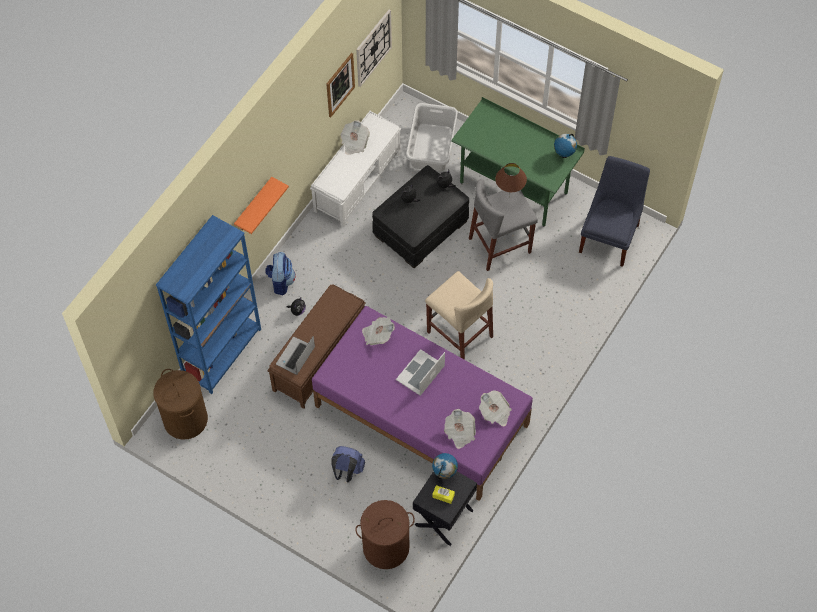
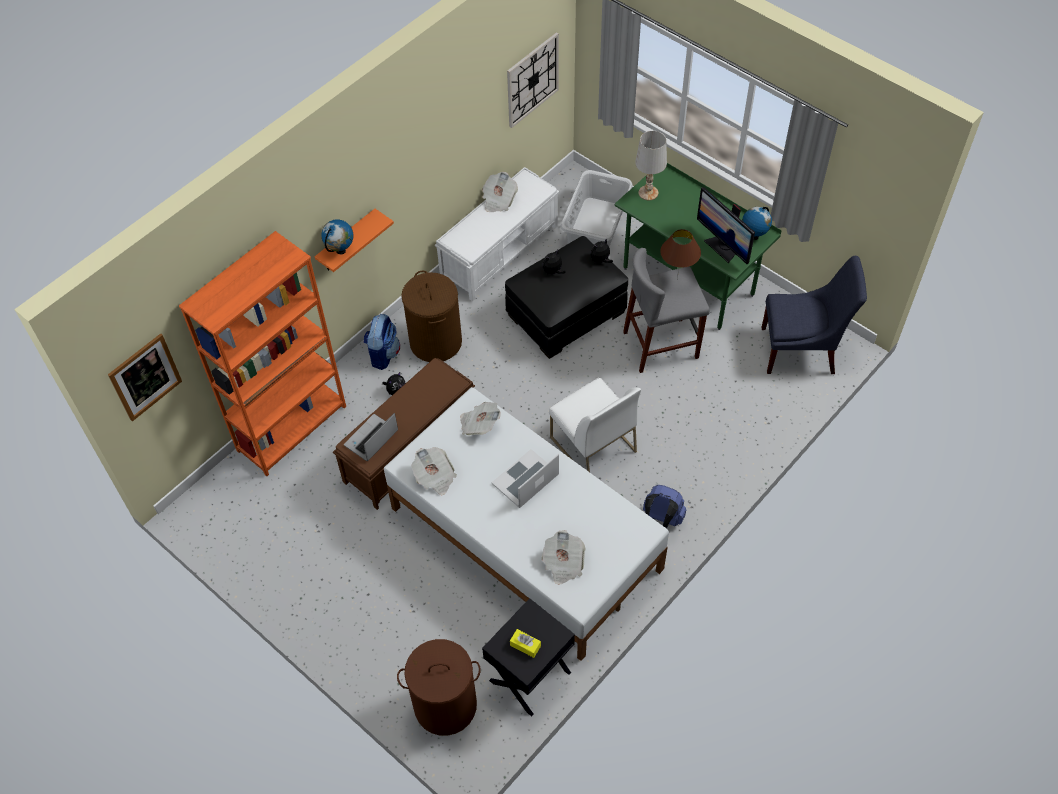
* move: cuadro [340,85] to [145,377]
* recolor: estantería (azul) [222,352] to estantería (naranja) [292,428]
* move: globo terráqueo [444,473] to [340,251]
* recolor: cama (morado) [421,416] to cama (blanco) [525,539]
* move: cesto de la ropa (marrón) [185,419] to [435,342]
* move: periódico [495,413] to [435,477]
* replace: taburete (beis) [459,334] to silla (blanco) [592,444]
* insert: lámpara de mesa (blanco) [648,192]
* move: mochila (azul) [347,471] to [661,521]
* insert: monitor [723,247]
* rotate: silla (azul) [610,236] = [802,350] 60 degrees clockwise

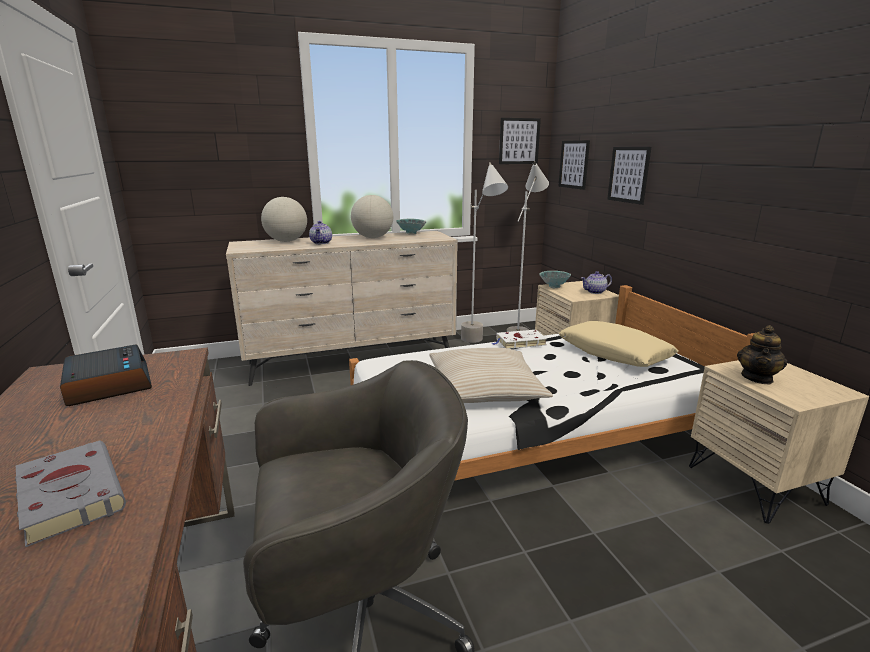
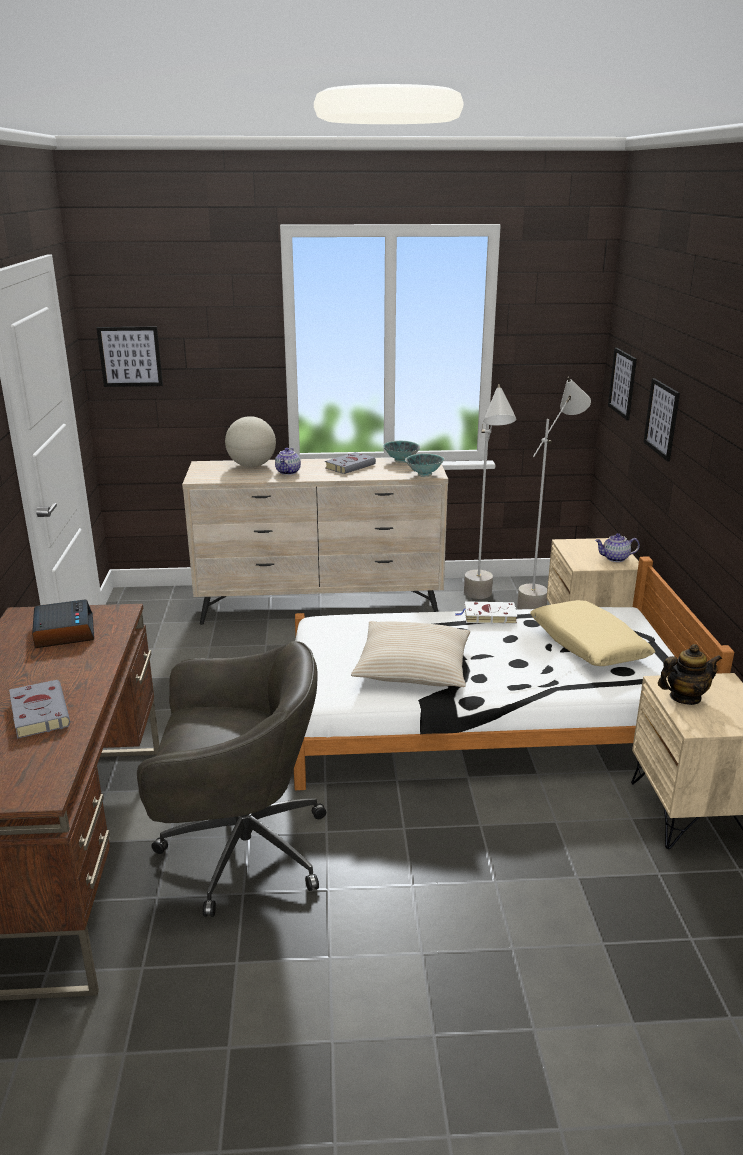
* move: cuadro [519,141] to [130,356]
* replace: globo terráqueo [373,237] to libro (gris) [351,466]
* move: cuenco [554,287] to [424,475]
* rotate: tetera [757,378] = [685,697] 150 degrees counterclockwise

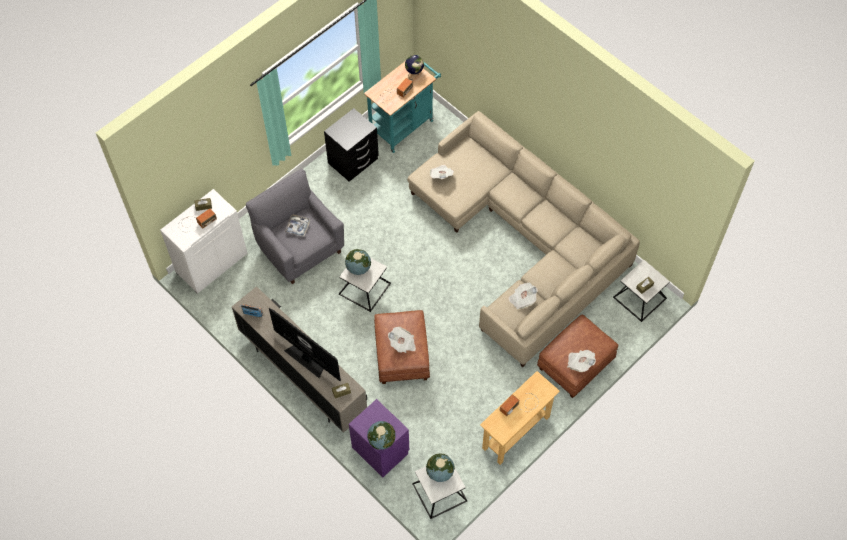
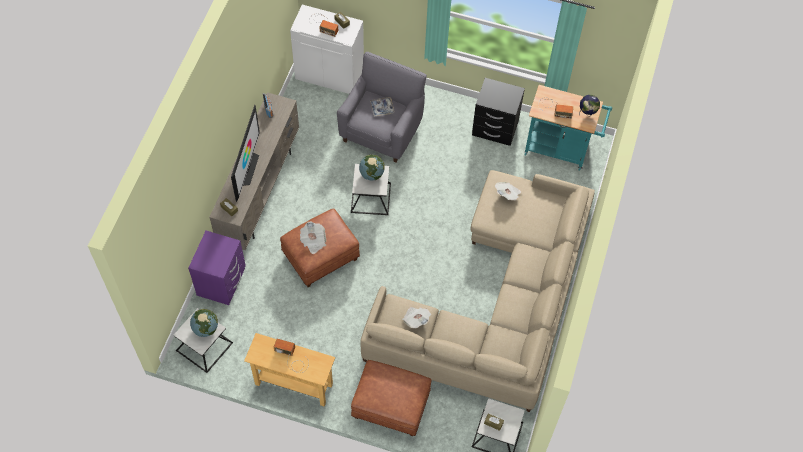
* delete: globo terráqueo [381,440]
* delete: periódico [580,363]

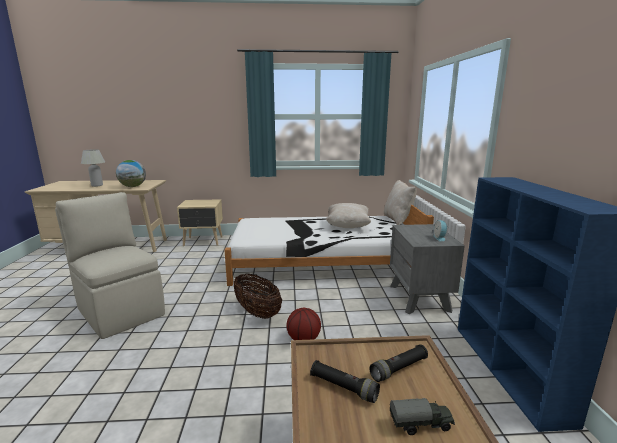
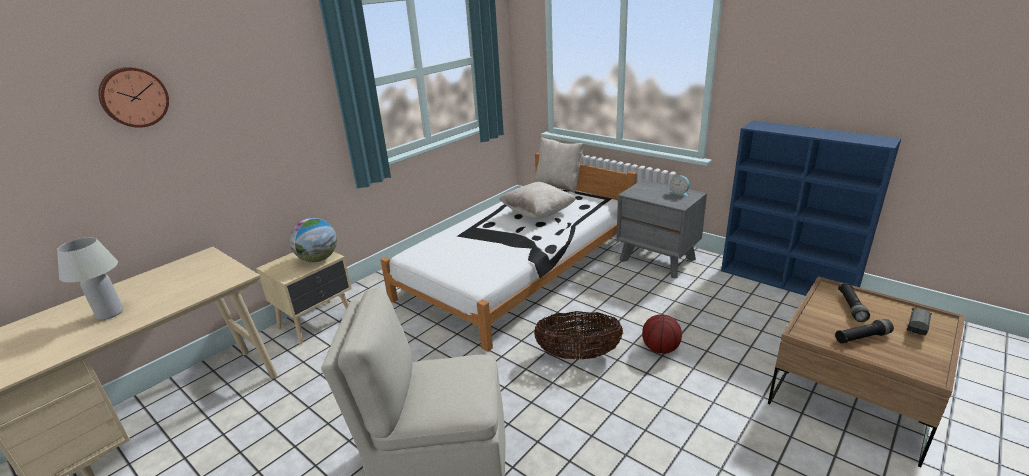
* insert: reloj de pared [133,97]
* move: globo terráqueo [133,186] to [318,259]

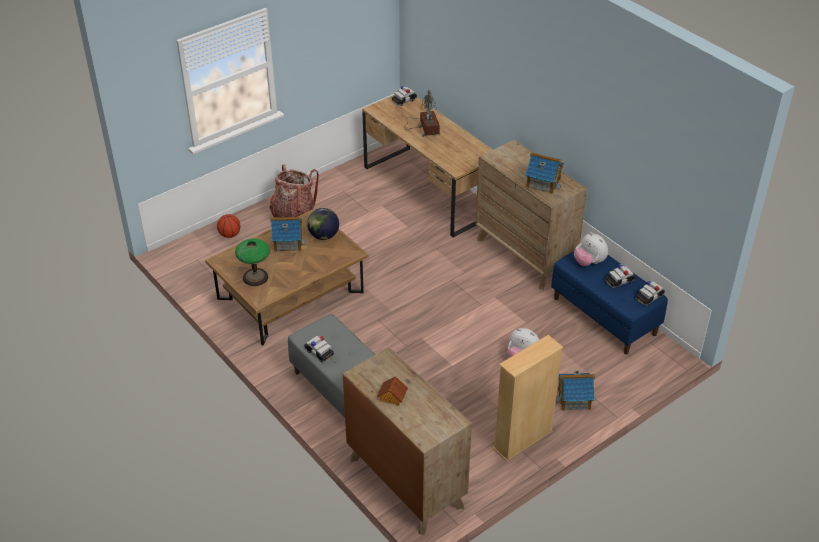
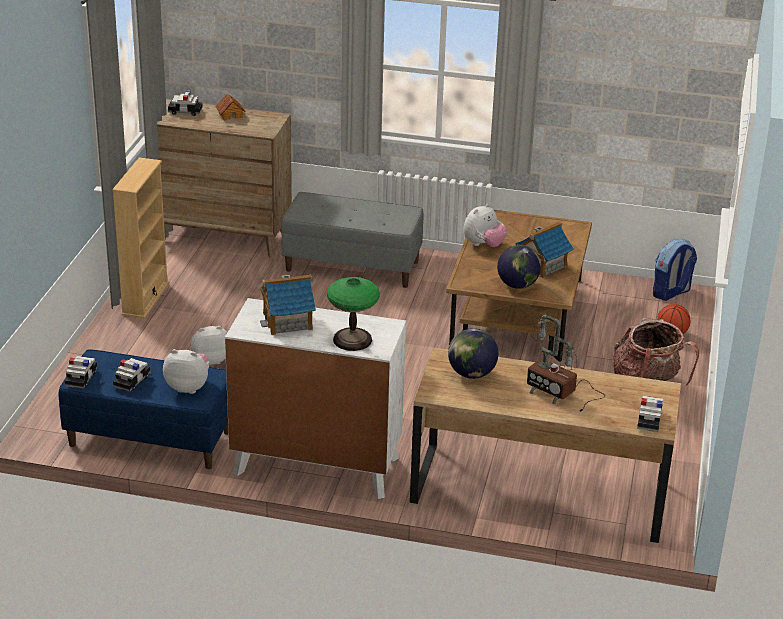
* move: coche de juguete [319,353] to [185,111]
* recolor: cómoda (marrón) [524,255] to cómoda (blanco) [316,465]
* move: lámpara de mesa [255,277] to [352,340]
* insert: globo terráqueo [471,374]
* insert: peluche [483,245]
* insert: mochila [671,293]
* delete: casita [574,399]

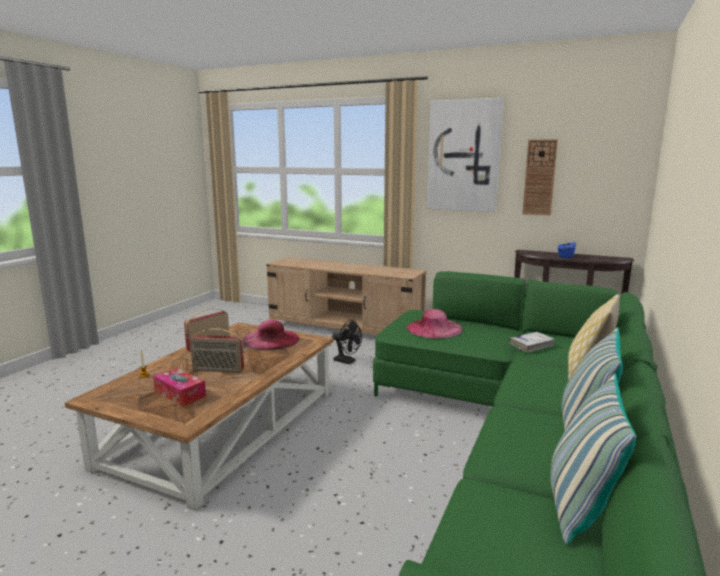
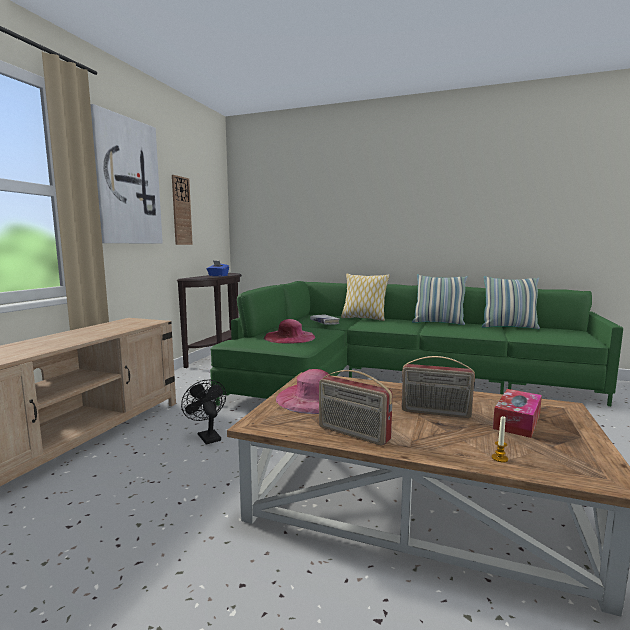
* rotate: ventilador (negro) [347,361] = [207,436] 60 degrees counterclockwise
* rotate: radio [218,370] = [435,412] 105 degrees clockwise

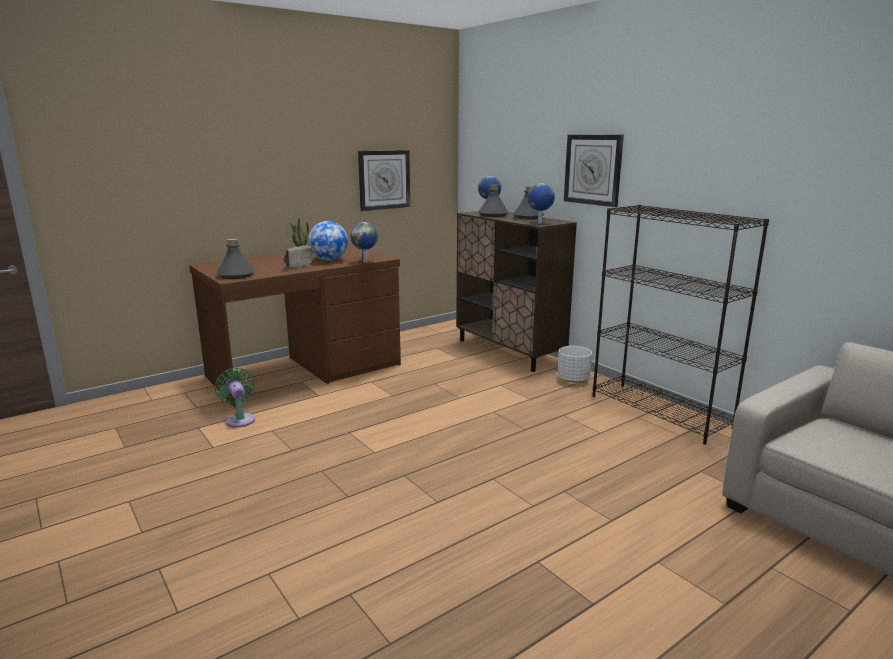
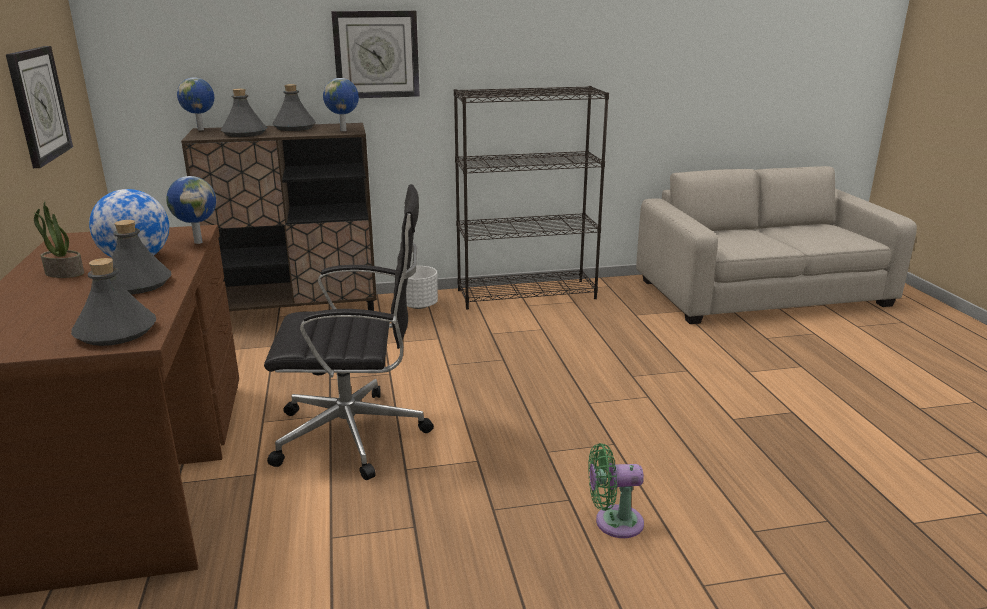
* replace: radio [295,266] to botella (gris) [136,284]
* insert: silla de oficina (negro) [355,435]
* move: ventilador (verde) [240,419] to [613,522]

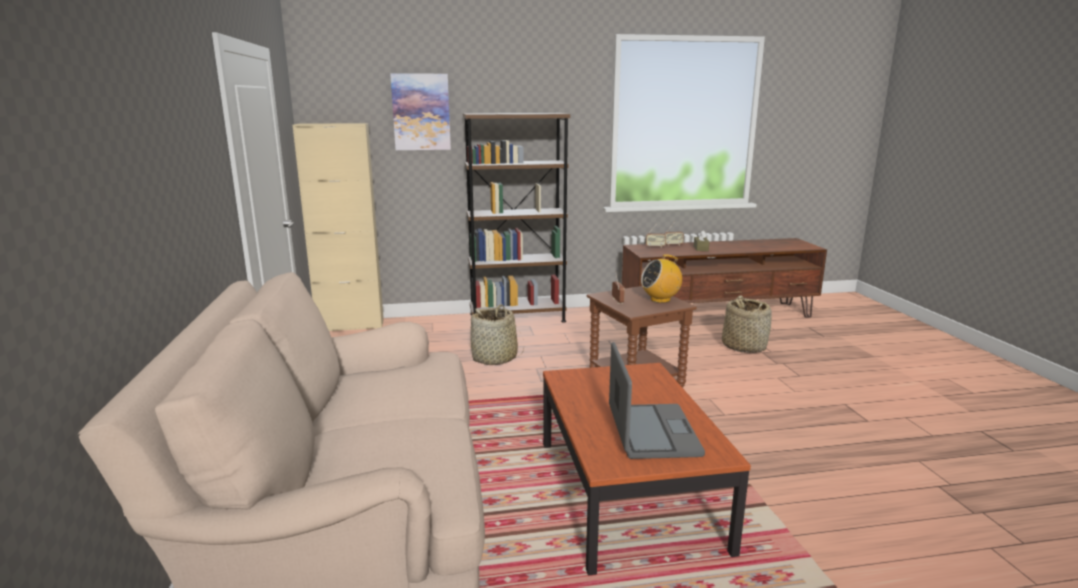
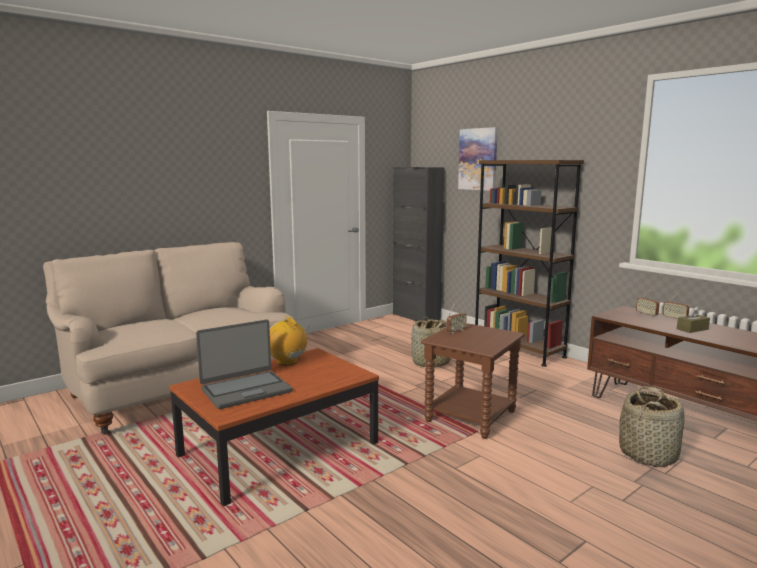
* move: radio [660,299] to [287,362]
* recolor: armario (beis) [350,325] to armario (negro) [416,317]

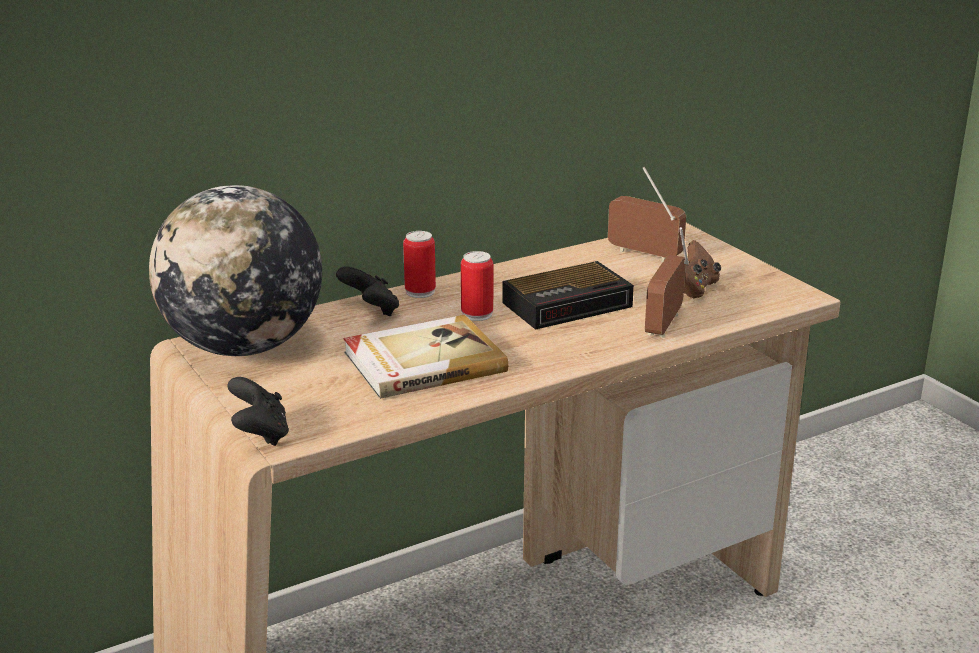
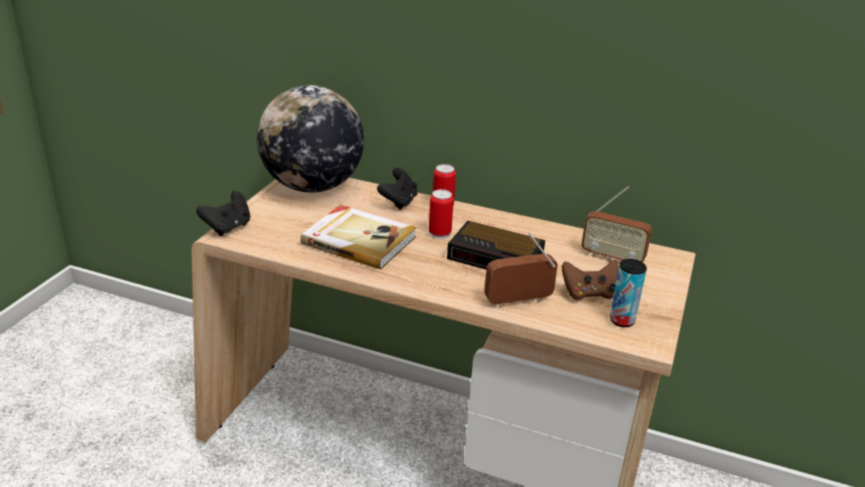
* rotate: radio [644,255] = [612,257] 120 degrees clockwise
* insert: lata [622,320]

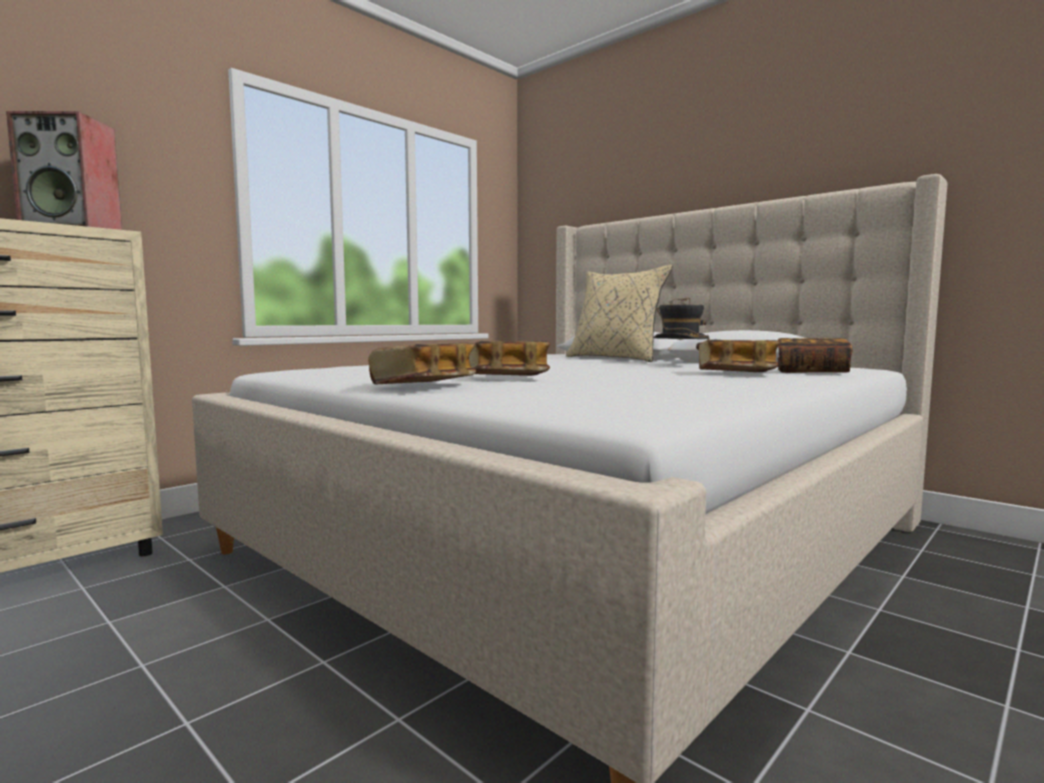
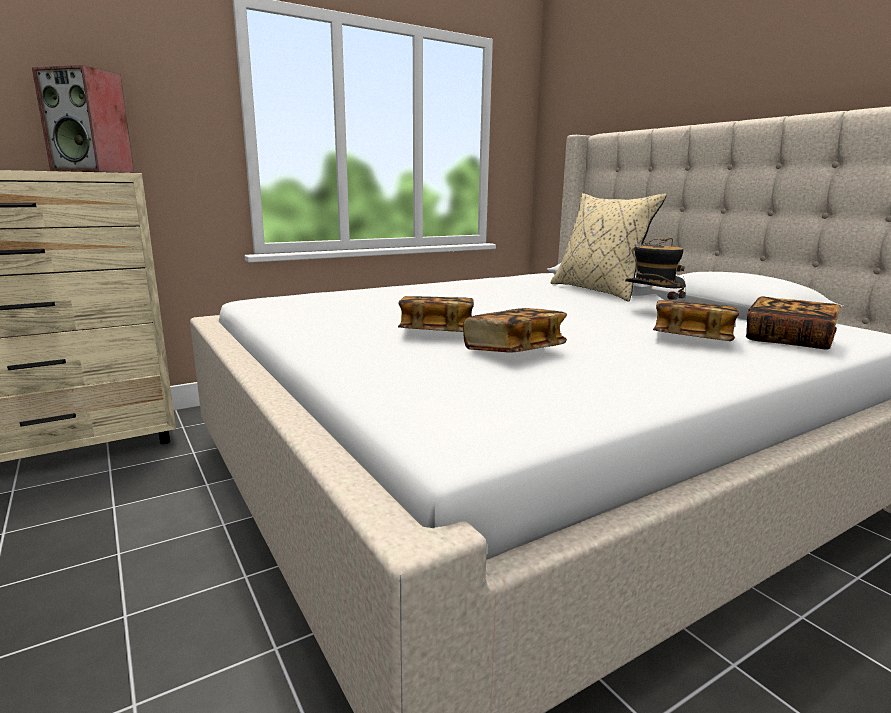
* move: libro [424,385] to [514,351]

